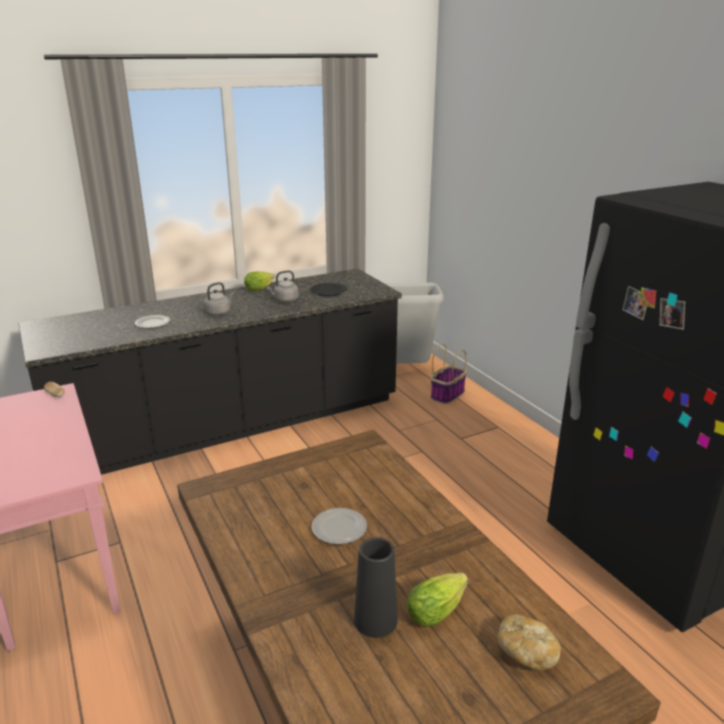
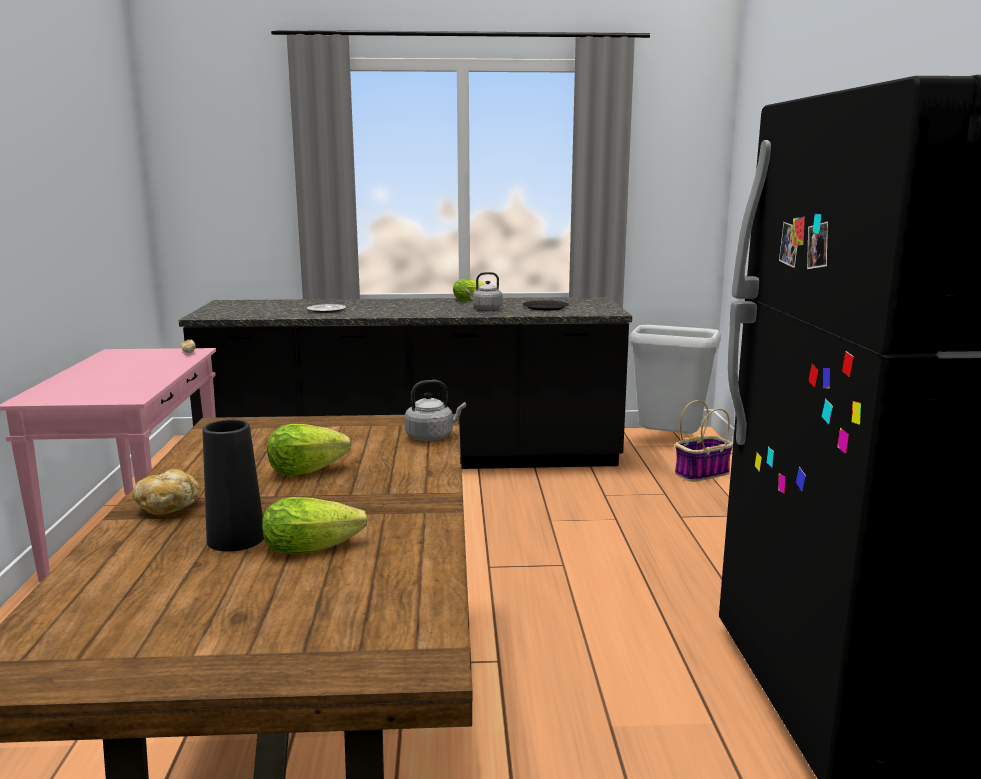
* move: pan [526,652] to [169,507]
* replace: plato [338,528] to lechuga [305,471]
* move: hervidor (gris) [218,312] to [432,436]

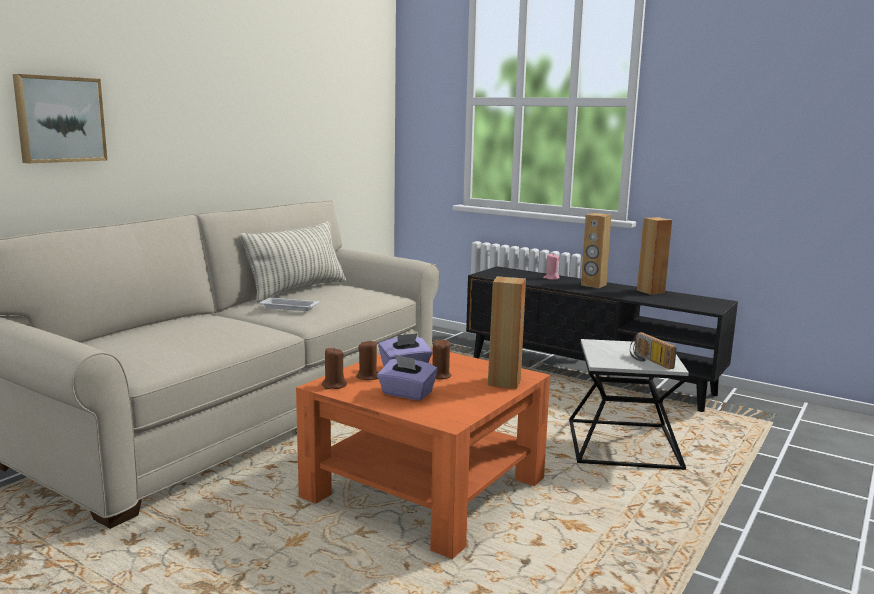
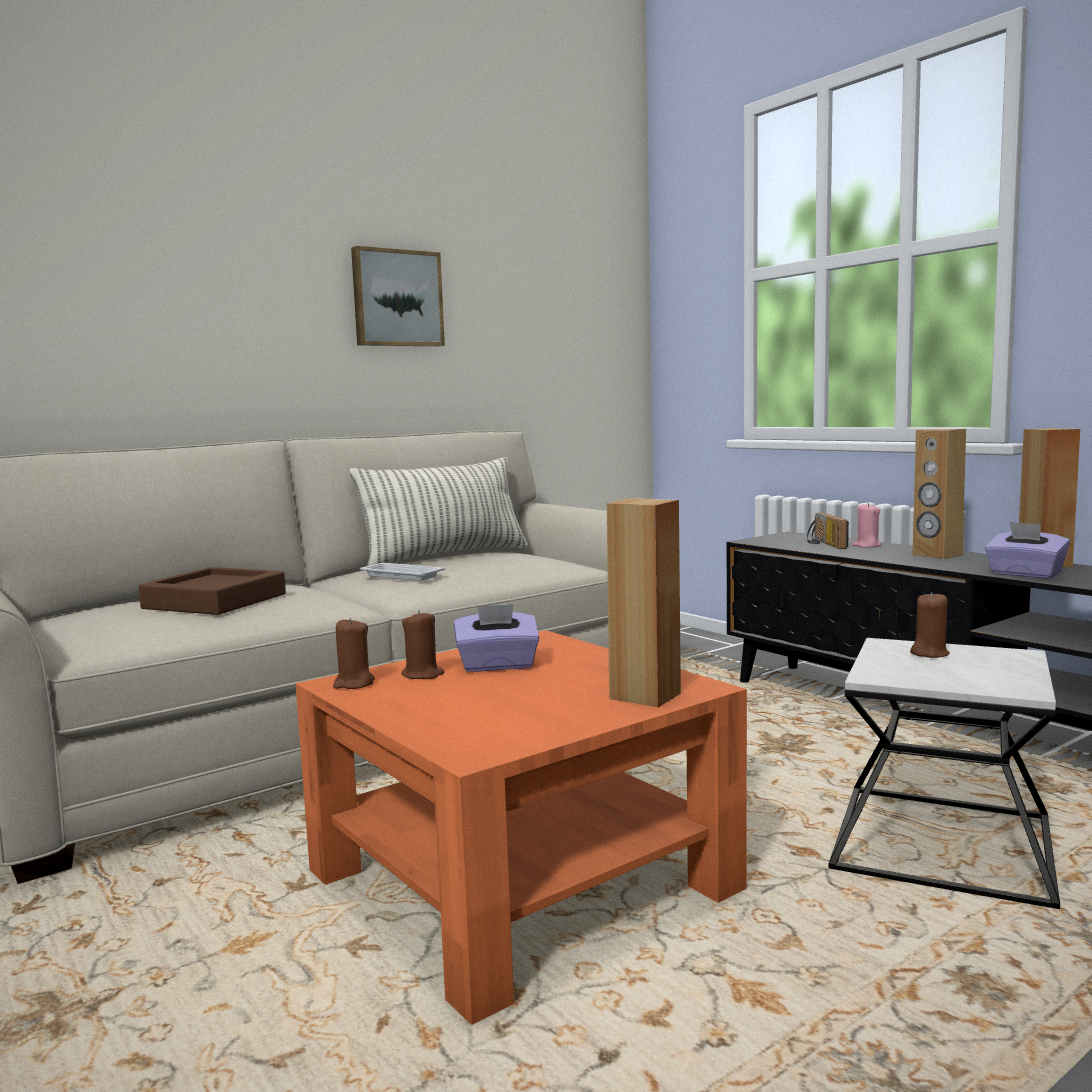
* insert: bandeja (marrón) [215,601]
* move: cuadro [59,119] to [396,298]
* move: radio [648,361] to [823,544]
* move: vela (marrón) [440,376] to [929,653]
* move: caja de pañuelos (morado) [406,394] to [1025,574]

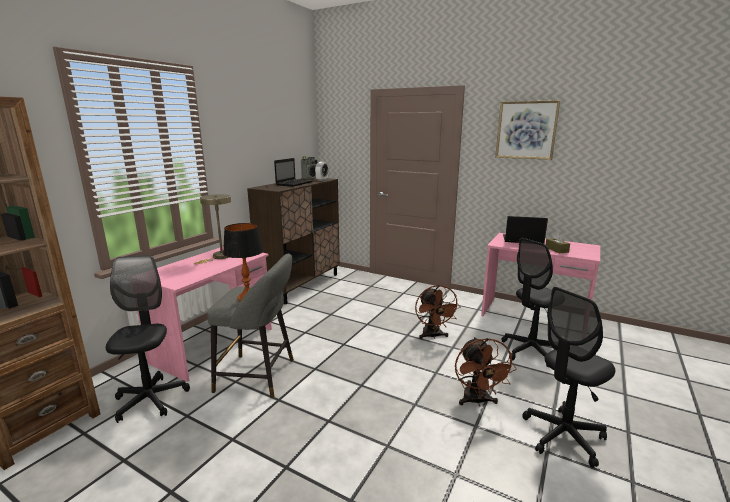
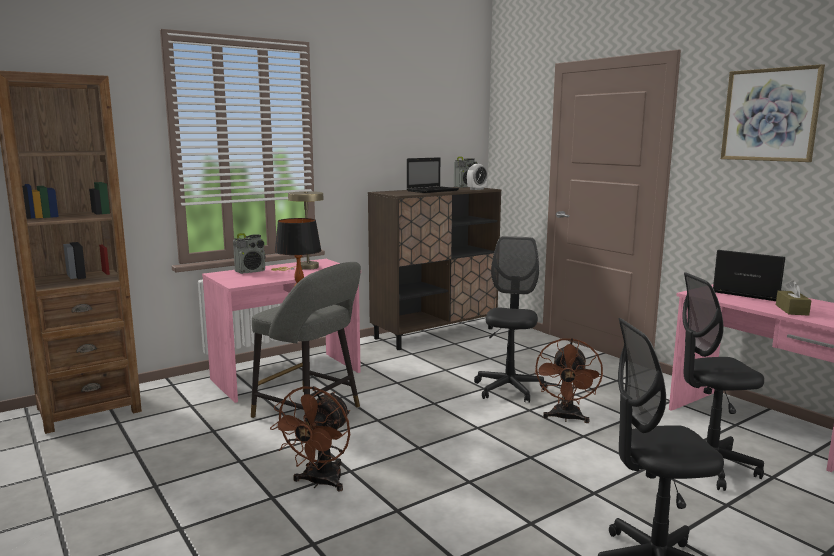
* insert: radio [251,271]
* move: ventilador (marrón) [477,401] to [319,483]
* move: silla de oficina (negro) [151,400] to [509,389]

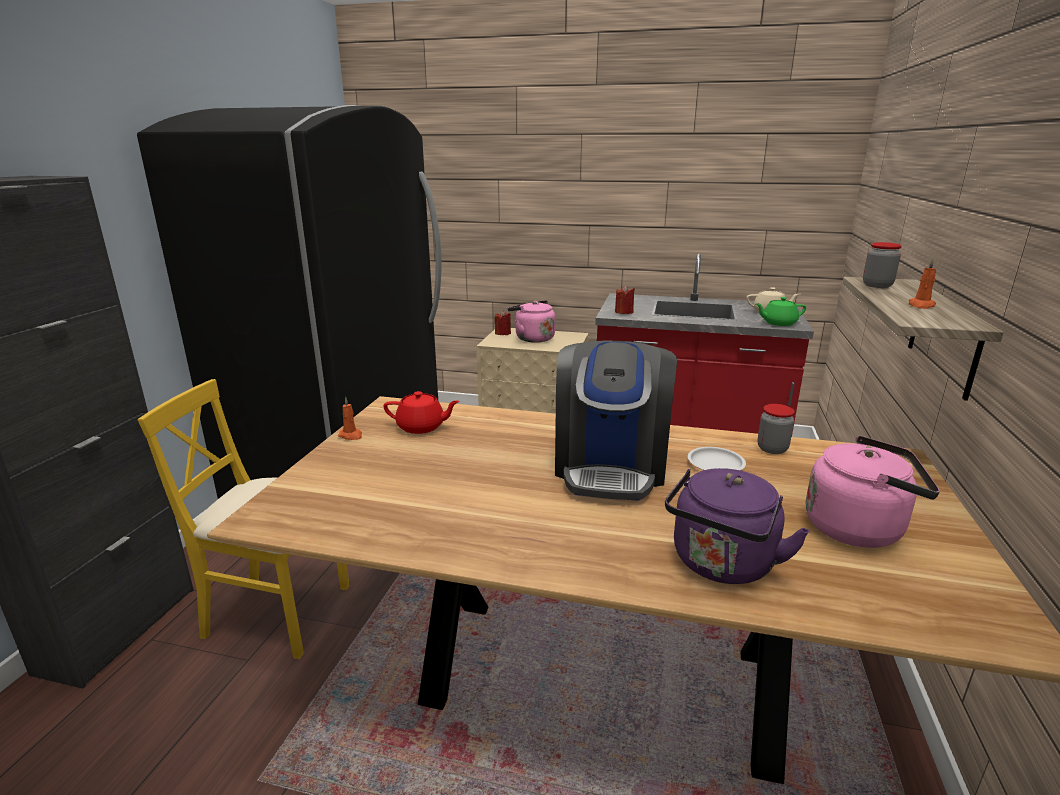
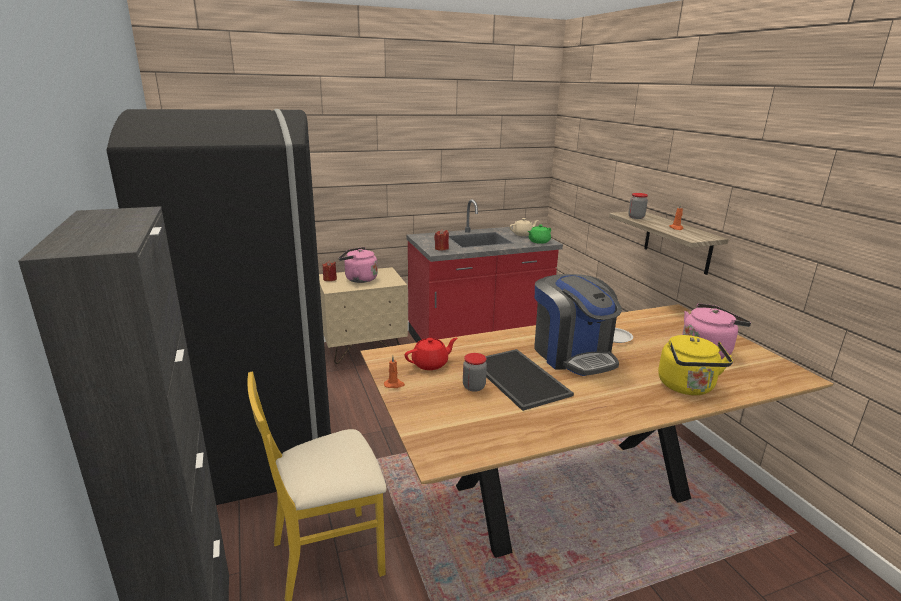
* move: tarro [772,449] to [474,387]
* insert: bandeja [521,378]
* recolor: hervidor (morado) [721,565] to hervidor (amarillo) [687,387]

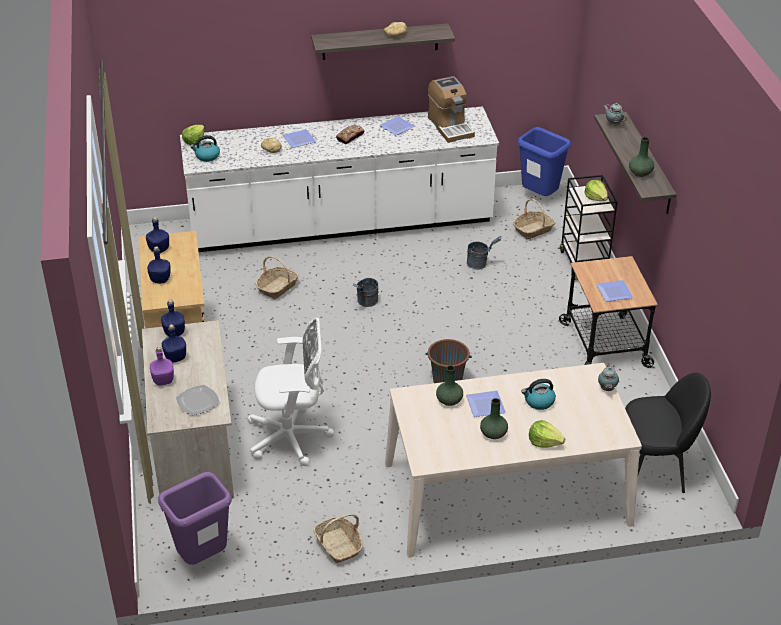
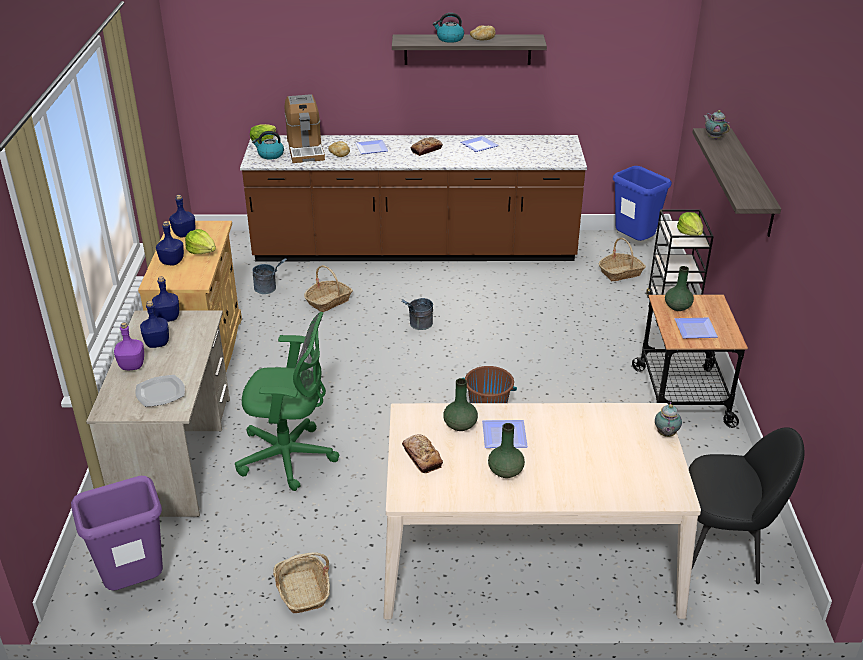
* move: lechuga [544,441] to [202,251]
* recolor: silla de oficina (blanco) [292,438] to silla de oficina (verde) [290,457]
* recolor: mueble bajo de cocina (blanco) [341,225] to mueble bajo de cocina (marrón) [415,250]
* move: cubo (gris) [480,264] to [269,289]
* move: cafetera [450,126] to [305,149]
* insert: pan [422,457]
* move: hervidor [538,401] to [449,39]
* move: florero (verde) [640,173] to [677,307]

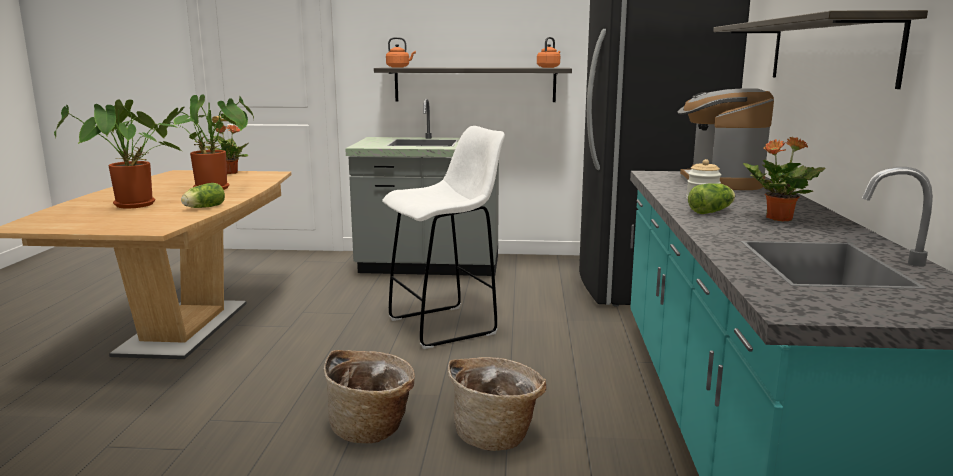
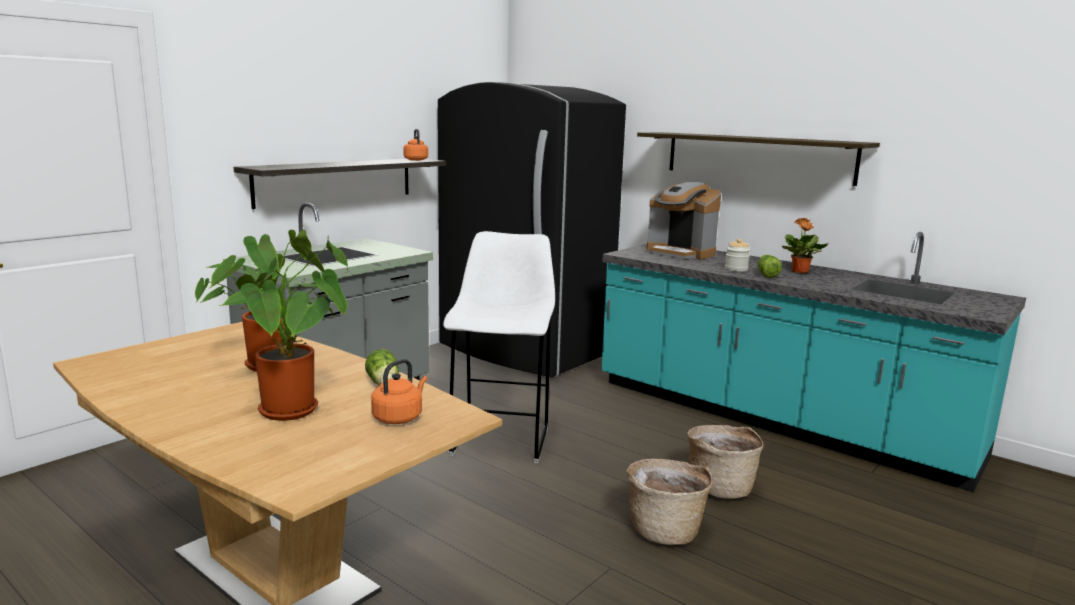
* move: hervidor (naranja) [399,67] to [399,417]
* delete: planta en maceta [229,173]

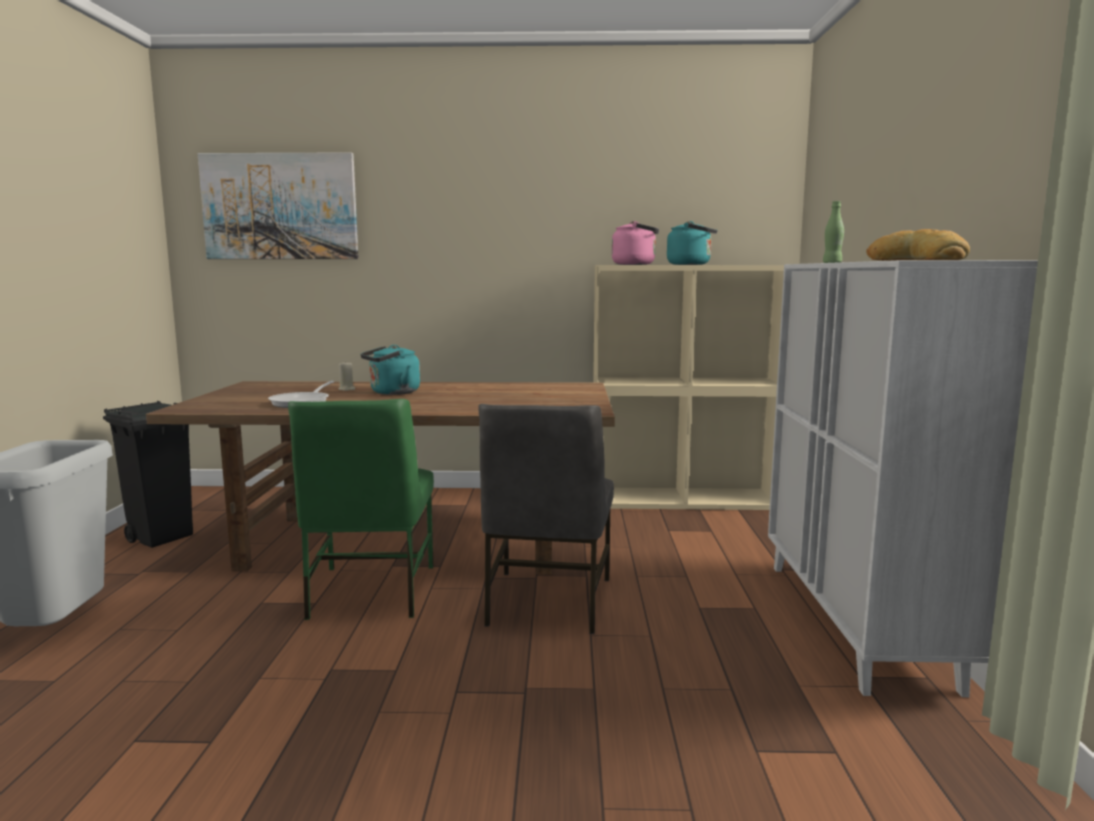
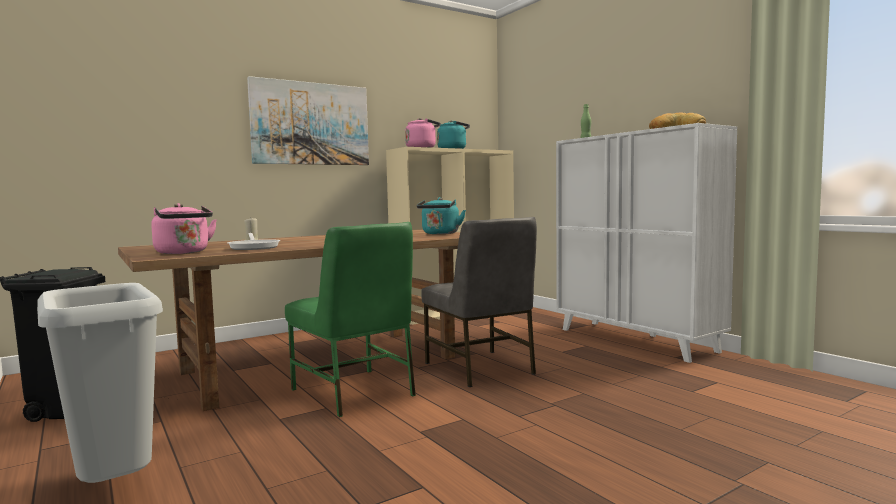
* insert: hervidor (rosa) [184,252]
* move: cuadro [280,207] to [311,124]
* move: hervidor (turquesa) [392,393] to [440,233]

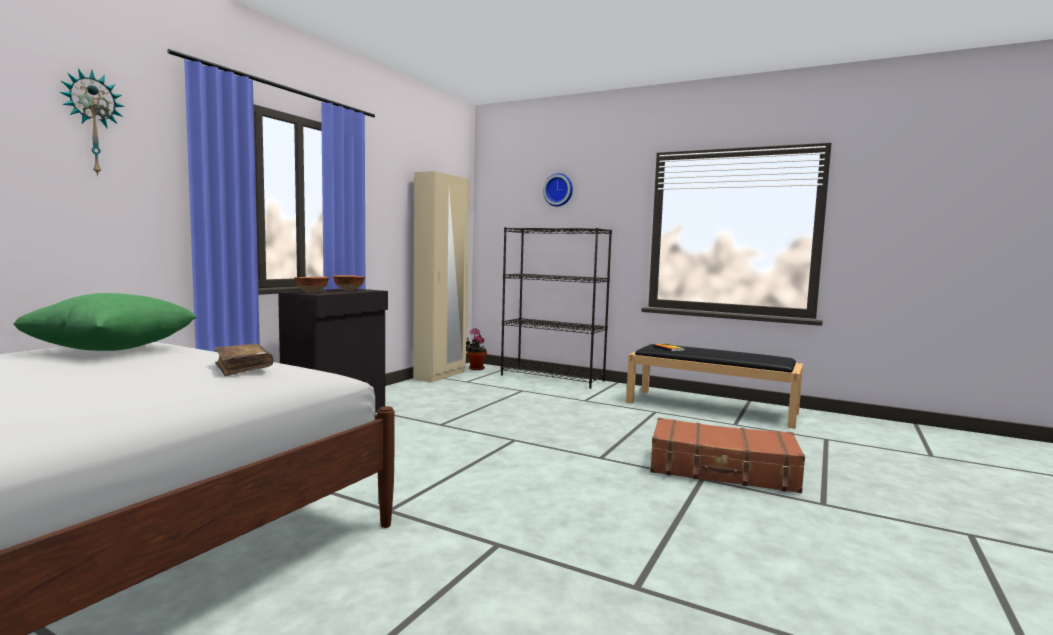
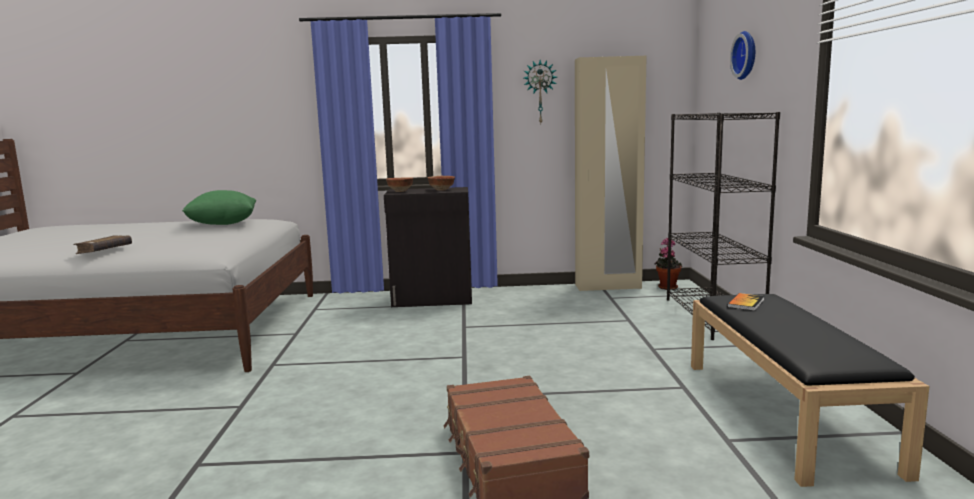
* move: libro (marrón) [243,368] to [104,250]
* move: reloj de pared [92,123] to [540,92]

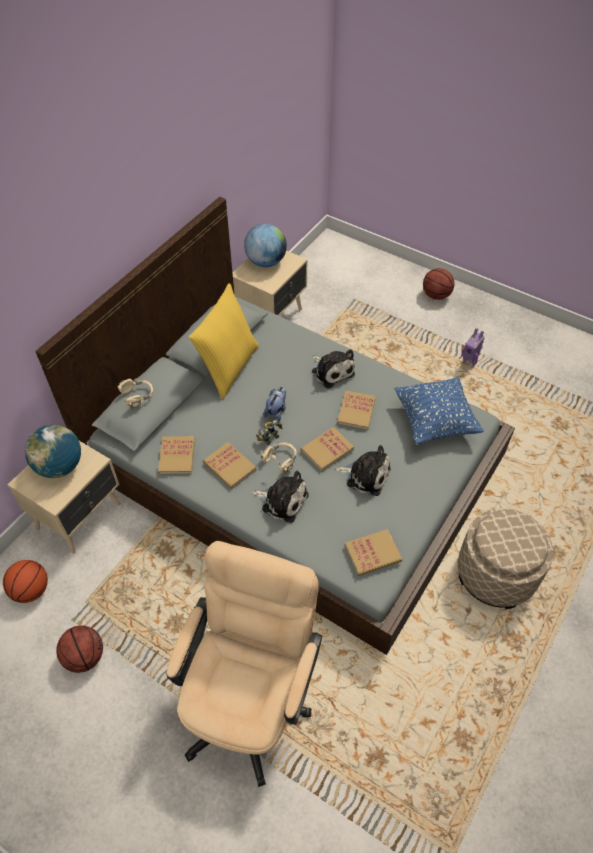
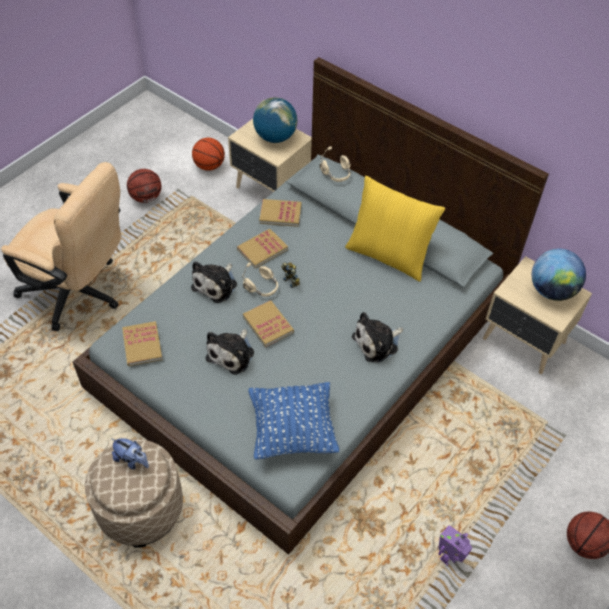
* move: peluche [276,411] to [132,460]
* delete: libro [356,411]

